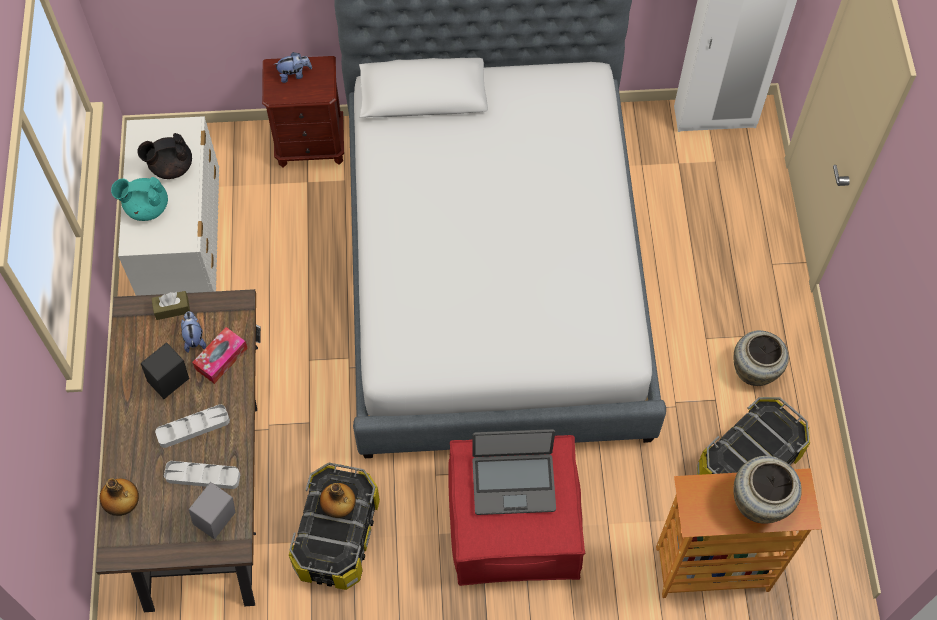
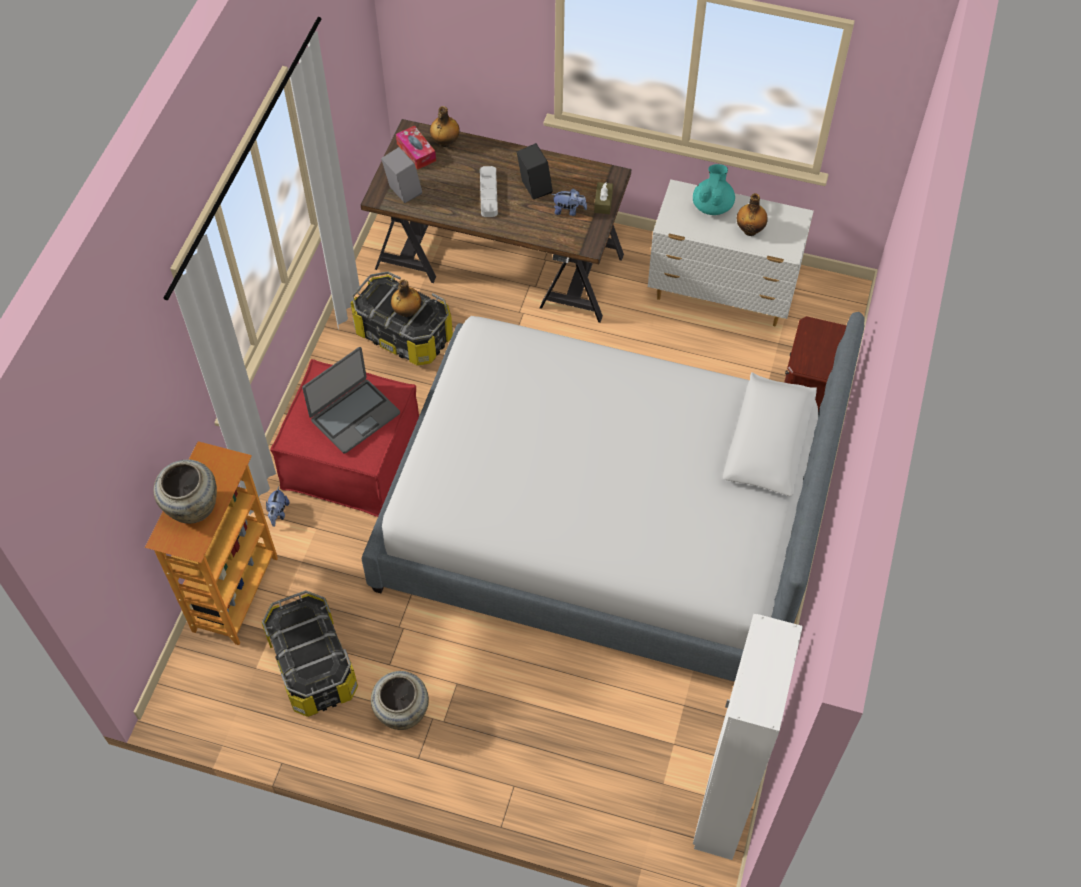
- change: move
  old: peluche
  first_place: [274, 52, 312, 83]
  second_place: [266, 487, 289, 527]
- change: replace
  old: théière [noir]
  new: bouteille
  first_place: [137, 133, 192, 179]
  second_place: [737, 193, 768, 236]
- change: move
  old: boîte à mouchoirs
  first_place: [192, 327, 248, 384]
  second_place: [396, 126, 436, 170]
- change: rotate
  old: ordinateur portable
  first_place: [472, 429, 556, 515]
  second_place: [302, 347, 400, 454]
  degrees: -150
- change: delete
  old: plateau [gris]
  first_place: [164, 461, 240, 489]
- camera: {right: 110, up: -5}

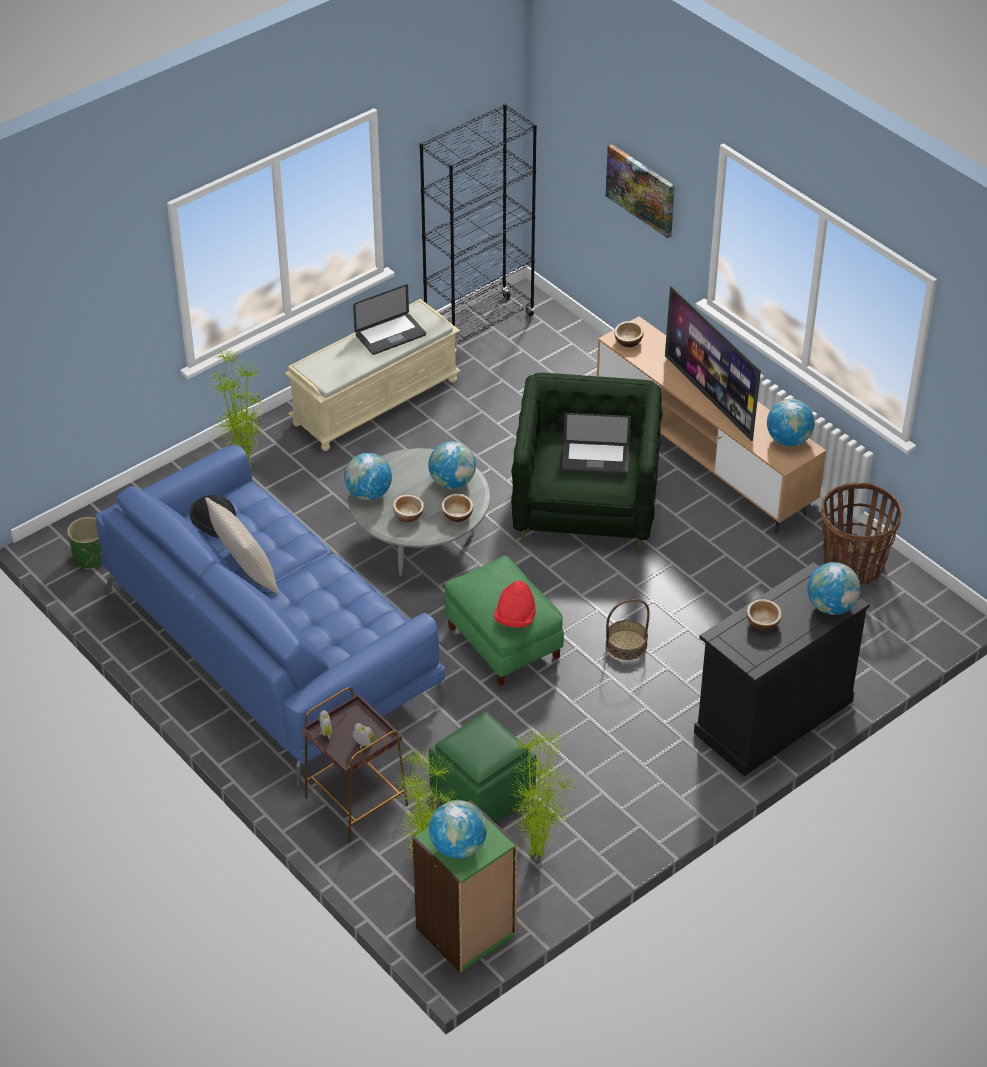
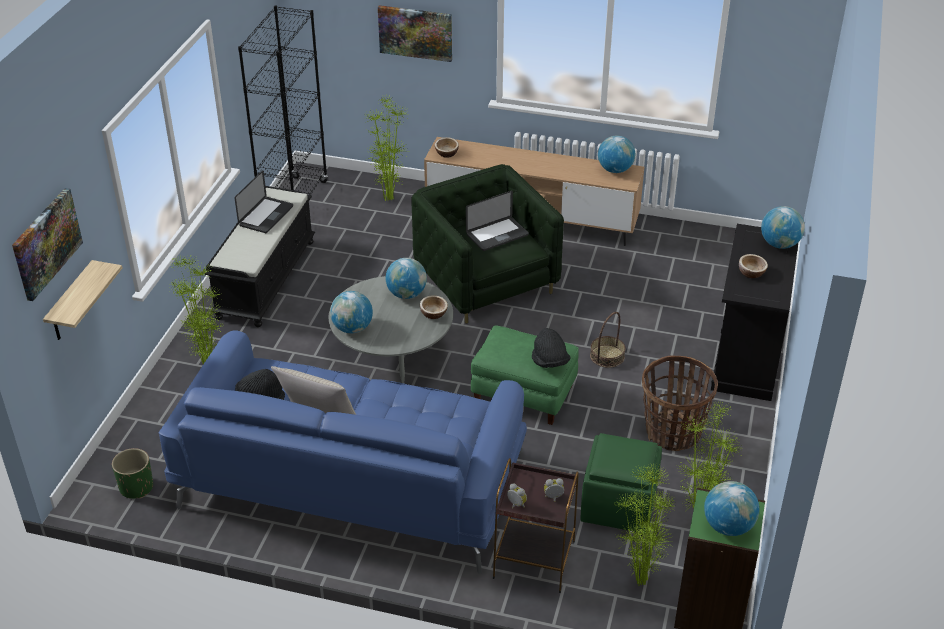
- change: delete
  old: téléviseur
  first_place: [665, 286, 761, 441]
- change: recolor
  old: banc [beige]
  new: banc [noir]
  first_place: [285, 299, 461, 451]
  second_place: [205, 186, 315, 327]
- change: move
  old: panier
  first_place: [821, 483, 902, 585]
  second_place: [642, 355, 718, 451]
- change: delete
  old: bol
  first_place: [393, 494, 424, 522]
- change: recolor
  old: chapeau [rouge]
  new: chapeau [noir]
  first_place: [494, 581, 536, 628]
  second_place: [532, 328, 571, 368]
- change: insert
  new: plante en pot
  second_place: [365, 95, 408, 201]
- change: insert
  new: tableau
  second_place: [12, 188, 83, 301]
- change: insert
  new: étagère
  second_place: [43, 260, 122, 340]
- camera: {right: -35, up: -5}

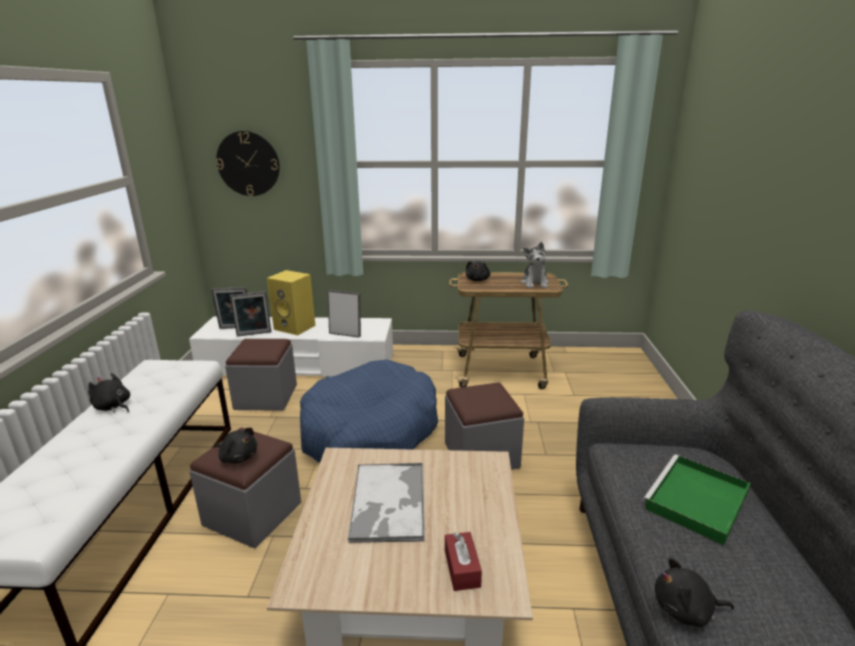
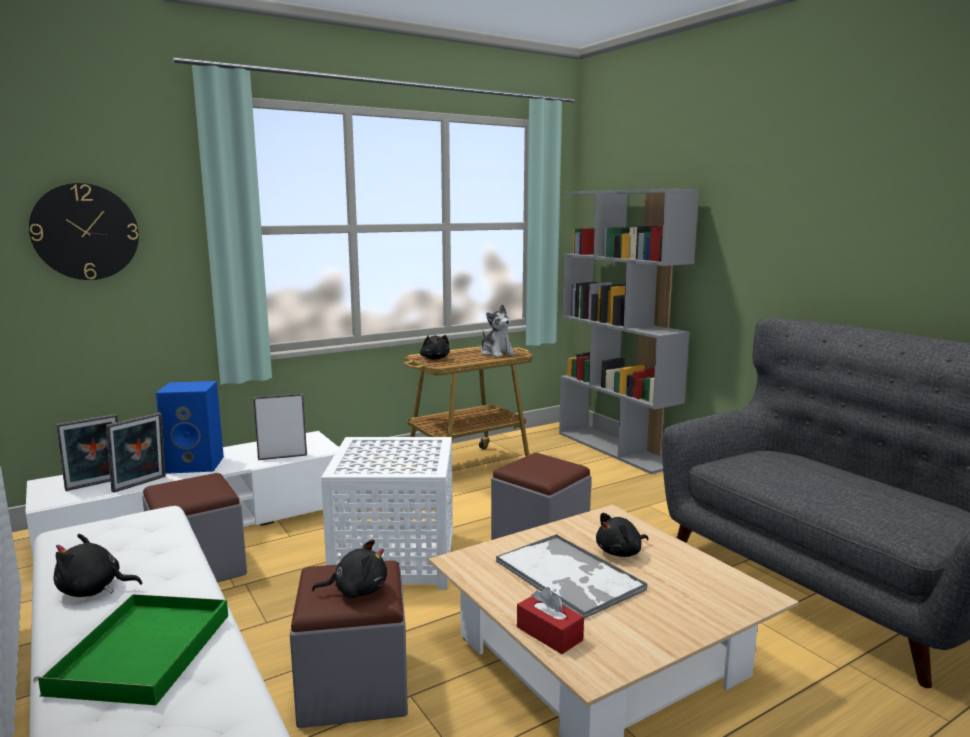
- change: recolor
  old: enceinte [jaune]
  new: enceinte [bleu]
  first_place: [267, 270, 315, 336]
  second_place: [156, 381, 224, 474]
- change: replace
  old: panier pour chien [bleu]
  new: table d'appoint [blanc]
  first_place: [300, 360, 438, 463]
  second_place: [321, 437, 453, 590]
- change: move
  old: plateau [vert]
  first_place: [643, 455, 751, 545]
  second_place: [33, 594, 228, 705]
- change: move
  old: boîte à mouchoirs [rouge]
  first_place: [445, 532, 482, 591]
  second_place: [517, 587, 584, 654]
- change: move
  old: peluche [noir]
  first_place: [655, 558, 734, 627]
  second_place: [596, 513, 649, 557]
- change: insert
  new: bibliothèque [gris]
  second_place: [559, 189, 699, 474]
- camera: {right: -35, up: -10}

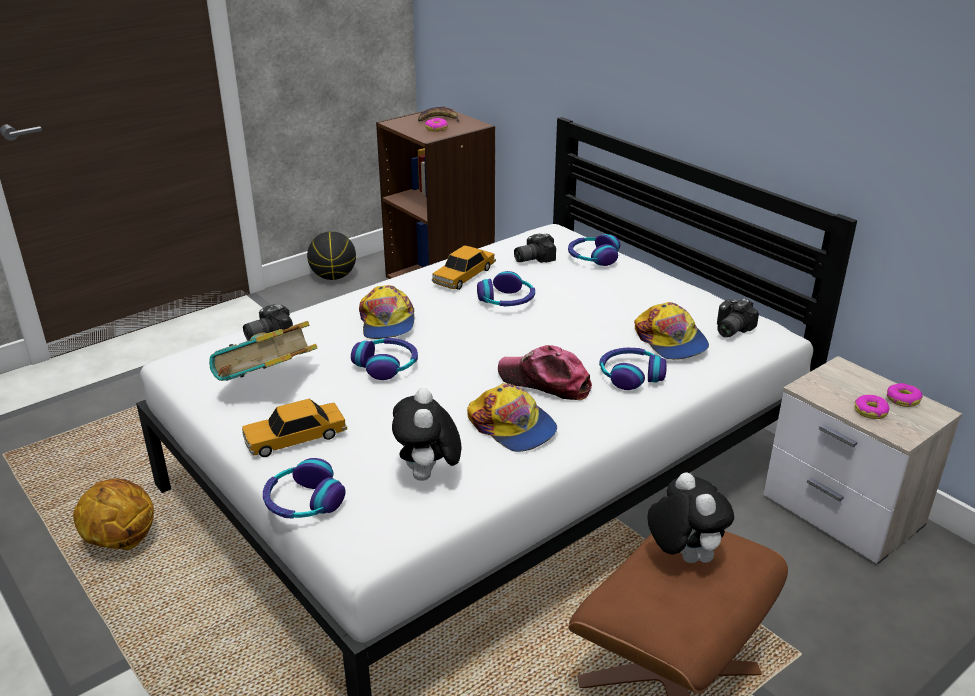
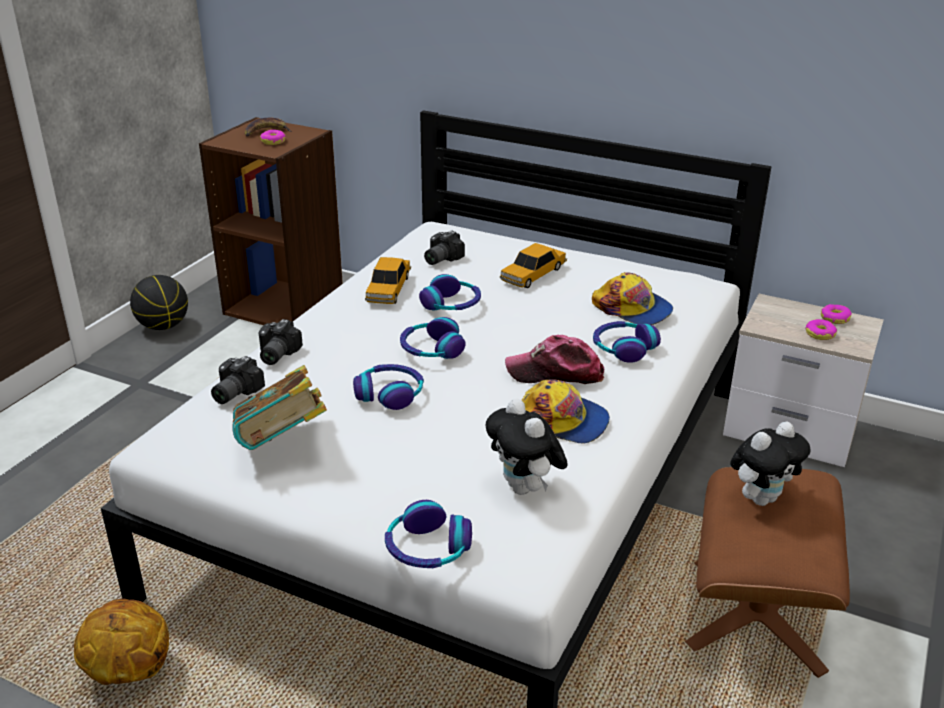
- change: move
  old: casque audio
  first_place: [568, 234, 620, 266]
  second_place: [400, 317, 466, 359]
- change: delete
  old: casquette
  first_place: [359, 285, 414, 339]
- change: move
  old: appareil photo
  first_place: [717, 298, 759, 338]
  second_place: [259, 319, 303, 365]
- change: move
  old: petite voiture
  first_place: [242, 399, 347, 457]
  second_place: [500, 243, 567, 288]
- change: rotate
  old: peluche
  first_place: [647, 472, 734, 563]
  second_place: [730, 422, 810, 506]
  degrees: 105
- camera: {right: -25, up: 0}

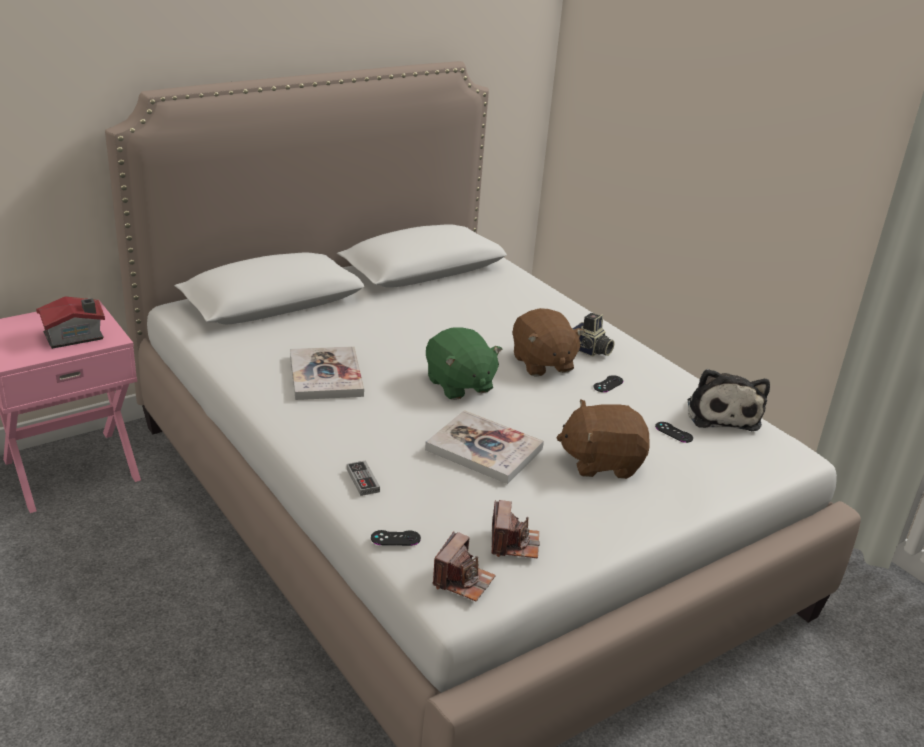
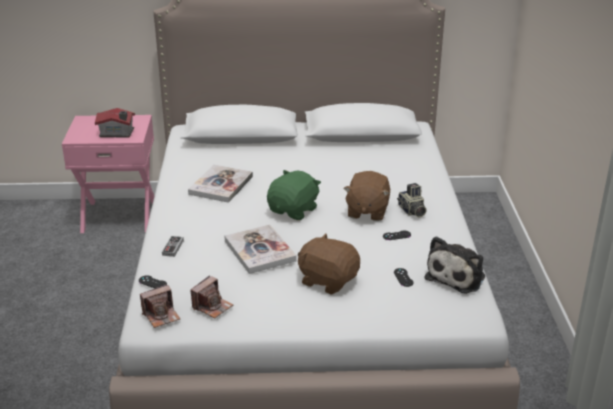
- change: rotate
  old: peluche [vert]
  first_place: [426, 327, 502, 400]
  second_place: [267, 170, 321, 220]
  degrees: -150
- camera: {right: 35, up: 0}

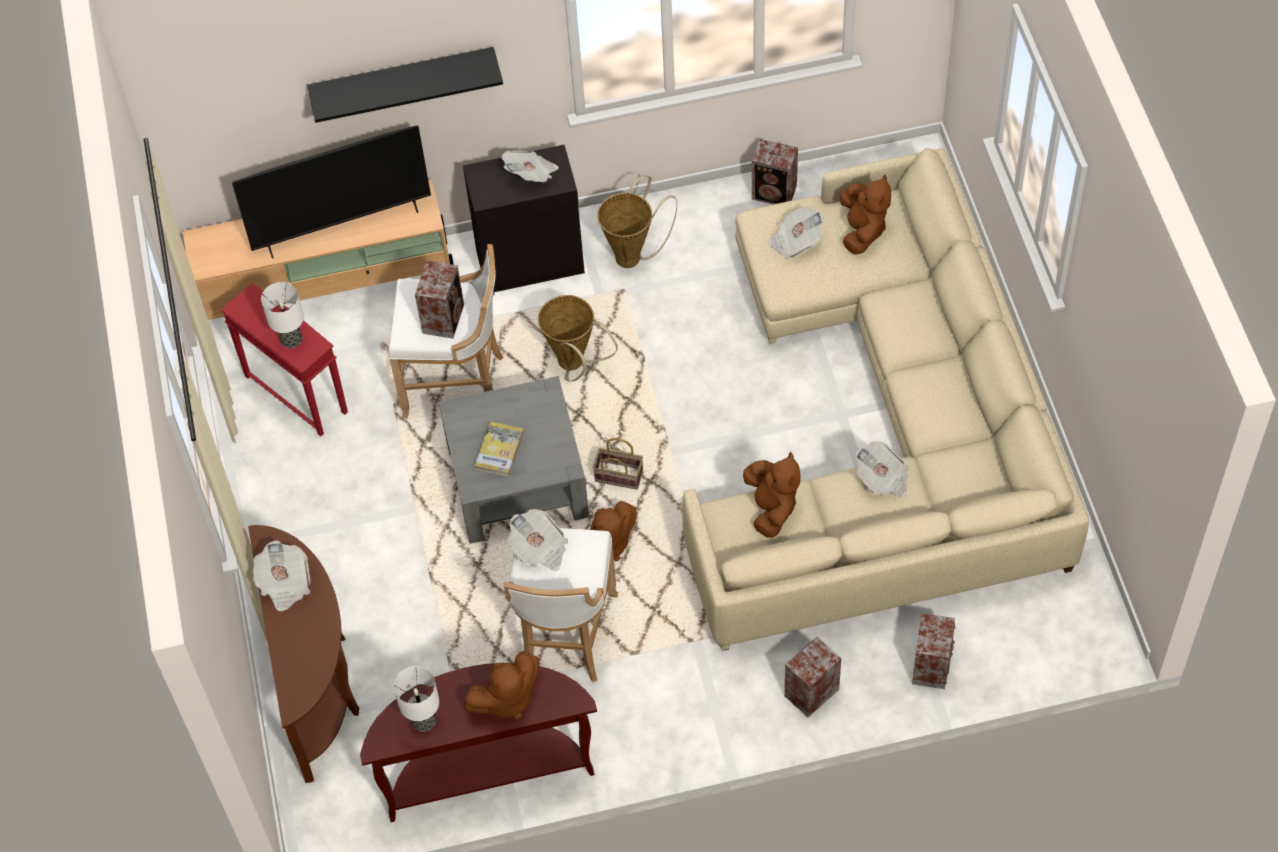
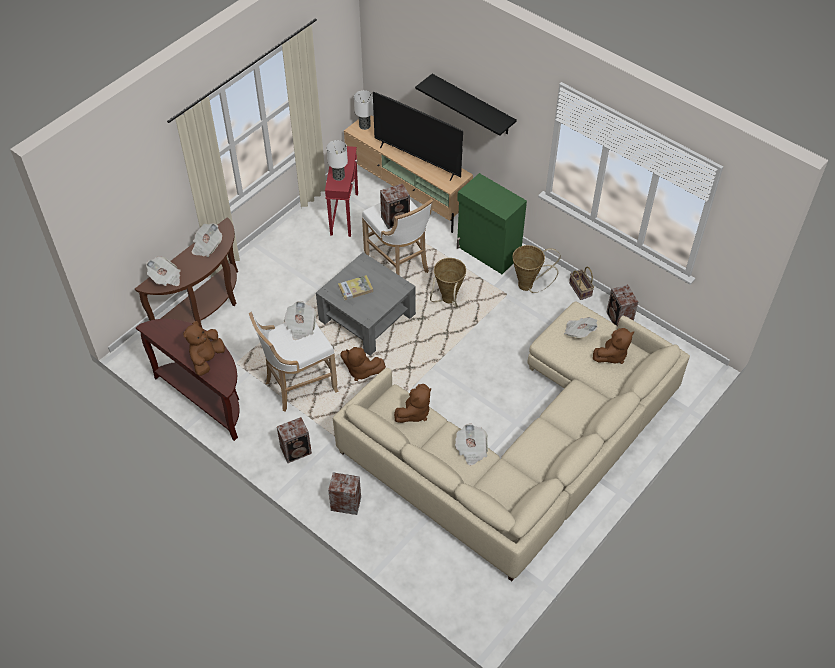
- change: recolor
  old: meuble de rangement [noir]
  new: meuble de rangement [vert]
  first_place: [463, 145, 585, 295]
  second_place: [457, 173, 527, 274]
- change: move
  old: journal
  first_place: [502, 151, 559, 183]
  second_place: [146, 257, 181, 286]
- change: move
  old: panier
  first_place: [593, 438, 643, 490]
  second_place: [569, 267, 594, 300]
- change: move
  old: enceinte
  first_place: [912, 613, 955, 689]
  second_place: [277, 417, 312, 463]
- change: rotate
  old: peluche [marron]
  first_place: [464, 651, 540, 719]
  second_place: [183, 321, 225, 376]
  degrees: 90
- change: move
  old: lampe de table
  first_place: [394, 666, 439, 732]
  second_place: [354, 90, 373, 130]
- camera: {right: 50, up: -5}

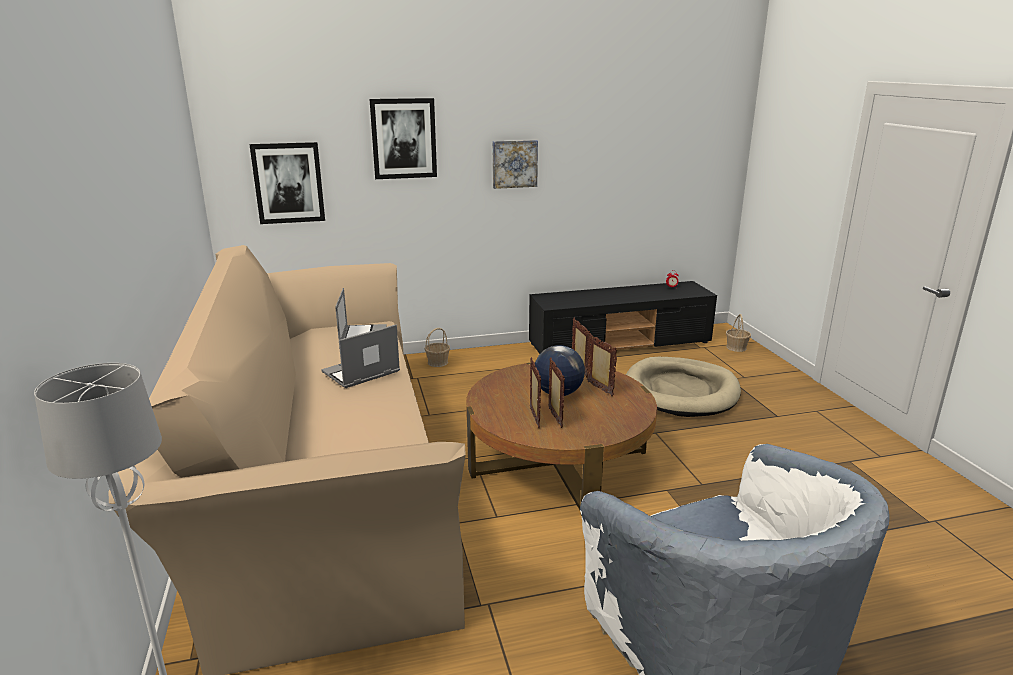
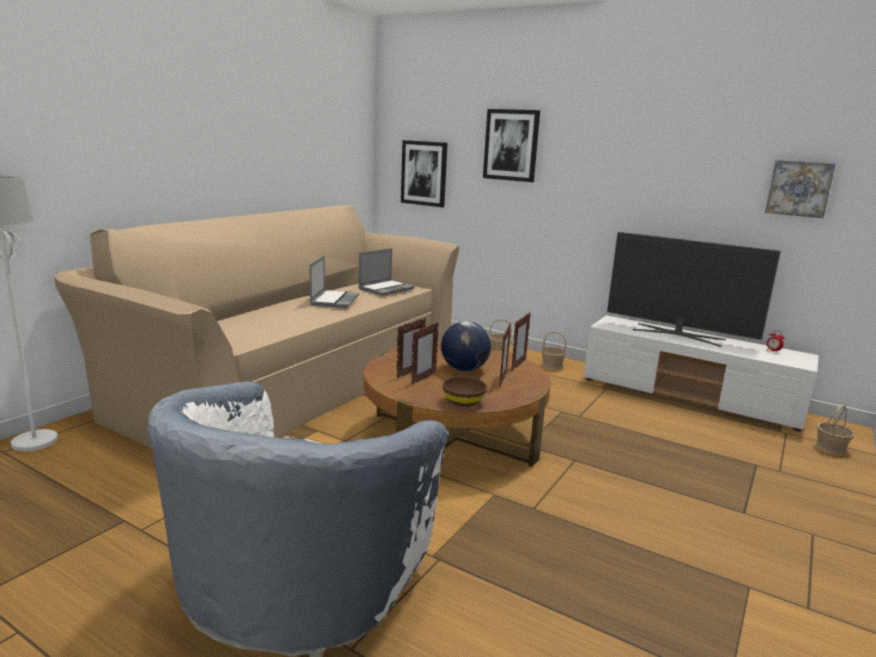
- change: move
  old: tableau
  first_place: [493, 140, 538, 189]
  second_place: [765, 160, 836, 218]
- change: recolor
  old: meuble télé [noir]
  new: meuble télé [blanc]
  first_place: [529, 281, 717, 354]
  second_place: [584, 315, 819, 431]
- change: rotate
  old: ordinateur portable
  first_place: [321, 324, 400, 388]
  second_place: [309, 255, 359, 308]
  degrees: 90
- change: delete
  old: panier pour chien [beige]
  first_place: [626, 357, 741, 417]
- change: insert
  new: téléviseur
  second_place: [607, 232, 781, 347]
- change: insert
  new: panier
  second_place: [541, 331, 567, 370]
- change: insert
  new: bol [marron]
  second_place: [442, 377, 487, 407]
- camera: {right: 45, up: -5}

